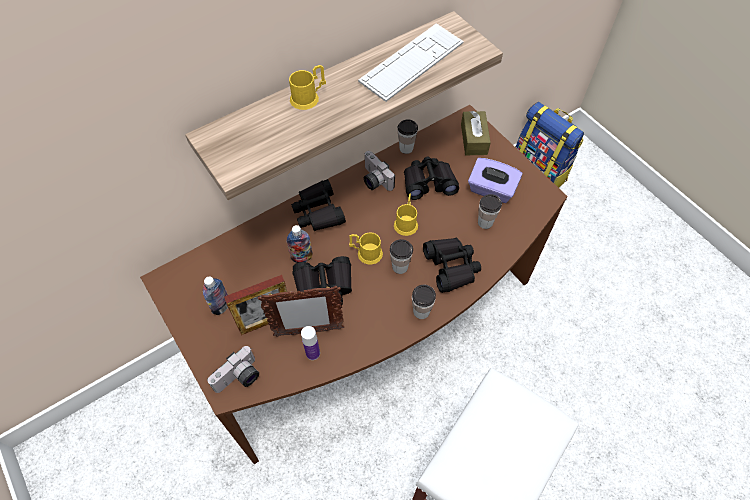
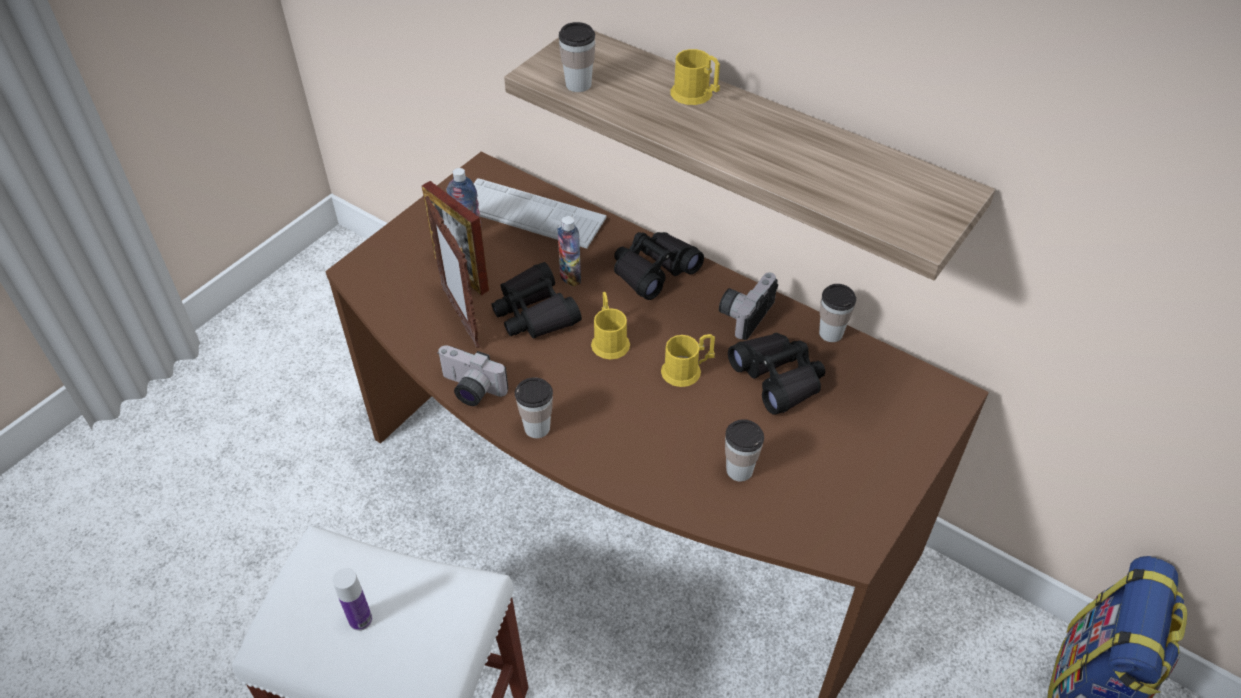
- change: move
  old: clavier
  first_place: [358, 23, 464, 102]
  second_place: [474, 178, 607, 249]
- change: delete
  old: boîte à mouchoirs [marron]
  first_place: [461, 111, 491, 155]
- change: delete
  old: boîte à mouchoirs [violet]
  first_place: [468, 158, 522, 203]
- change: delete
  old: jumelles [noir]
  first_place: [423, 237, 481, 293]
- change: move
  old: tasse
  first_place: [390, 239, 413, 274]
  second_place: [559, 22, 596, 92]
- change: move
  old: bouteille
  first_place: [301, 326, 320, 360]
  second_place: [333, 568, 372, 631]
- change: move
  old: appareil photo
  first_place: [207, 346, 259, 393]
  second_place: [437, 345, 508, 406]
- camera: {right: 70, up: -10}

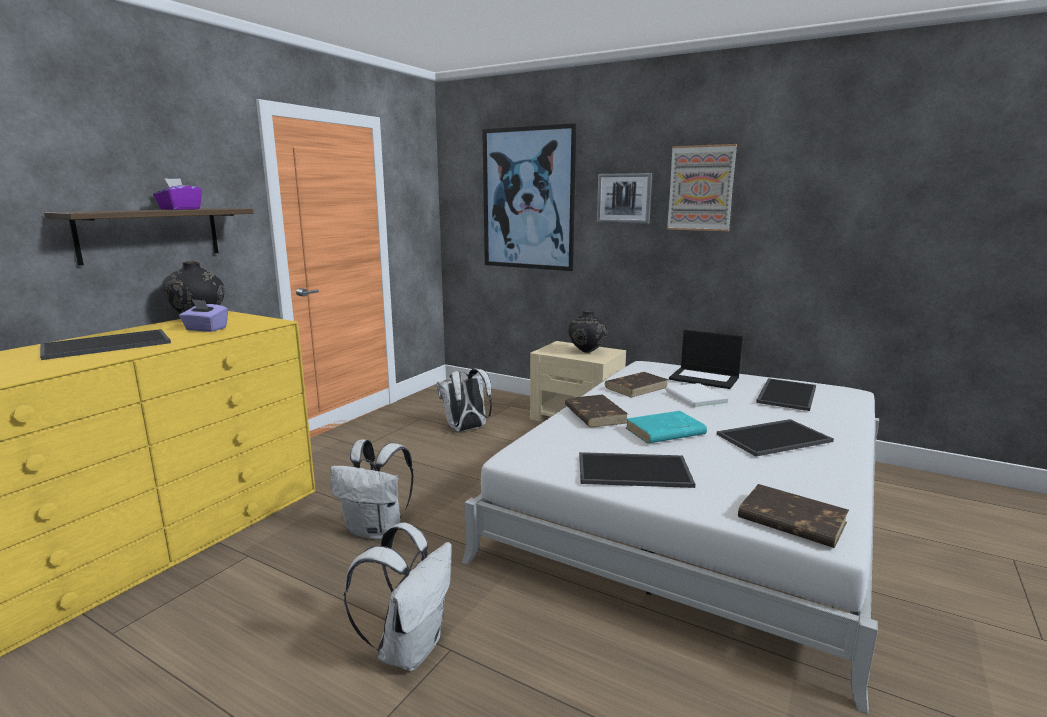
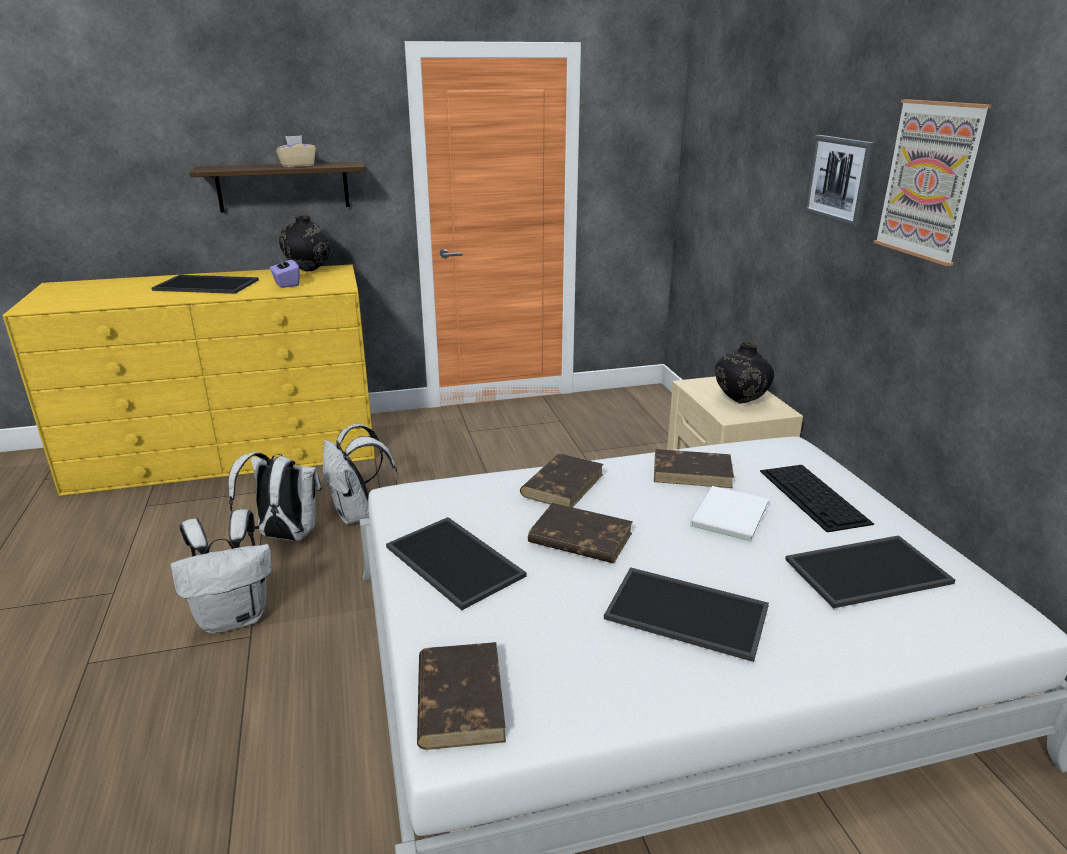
- change: delete
  old: tableau
  first_place: [482, 123, 576, 271]
- change: recolor
  old: boîte à mouchoirs [violet]
  new: boîte à mouchoirs [beige]
  first_place: [153, 178, 202, 210]
  second_place: [276, 135, 316, 167]
- change: replace
  old: ordinateur portable
  new: clavier
  first_place: [669, 329, 743, 389]
  second_place: [760, 465, 874, 532]
- change: move
  old: sac à dos [blanc]
  first_place: [437, 369, 492, 432]
  second_place: [229, 452, 322, 541]
- change: recolor
  old: livre [turquoise]
  new: livre [marron]
  first_place: [626, 411, 707, 444]
  second_place: [528, 503, 633, 563]
- camera: {right: 45, up: 10}

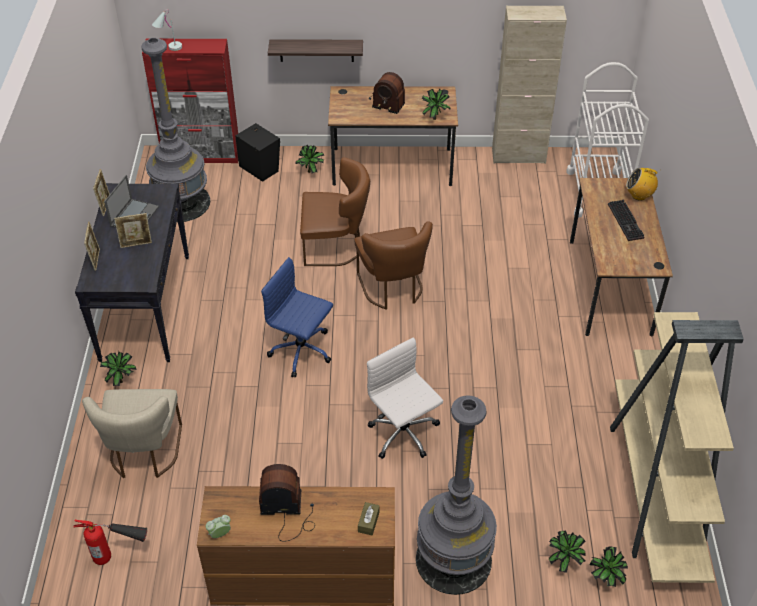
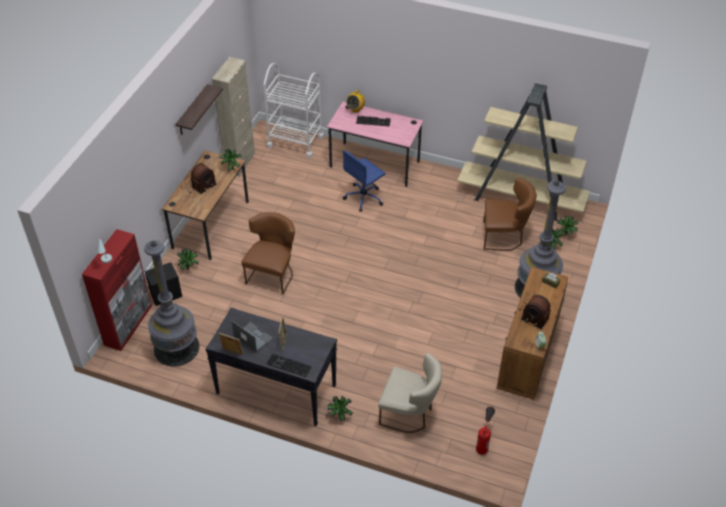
- change: move
  old: étagère
  first_place: [268, 39, 363, 62]
  second_place: [175, 84, 223, 135]
- change: recolor
  old: bureau [marron]
  new: bureau [rose]
  first_place: [570, 178, 673, 336]
  second_place: [327, 102, 424, 187]
- change: replace
  old: cadre photo
  new: clavier
  first_place: [84, 222, 100, 271]
  second_place: [266, 353, 311, 377]
- change: move
  old: chaise [marron]
  first_place: [354, 222, 433, 310]
  second_place: [483, 178, 537, 251]
- change: move
  old: chaise de bureau [bleu]
  first_place: [261, 257, 333, 378]
  second_place: [343, 150, 386, 212]
- change: delete
  old: chaise de bureau [blanc]
  first_place: [367, 337, 443, 459]
- change: rotate
  old: radio
  first_place: [259, 464, 315, 542]
  second_place: [519, 295, 551, 329]
  degrees: -75
- camera: {right: -70, up: 0}

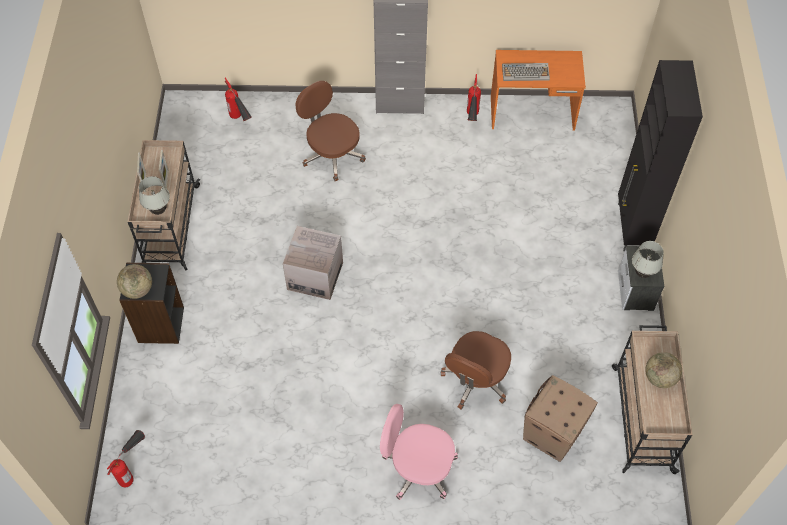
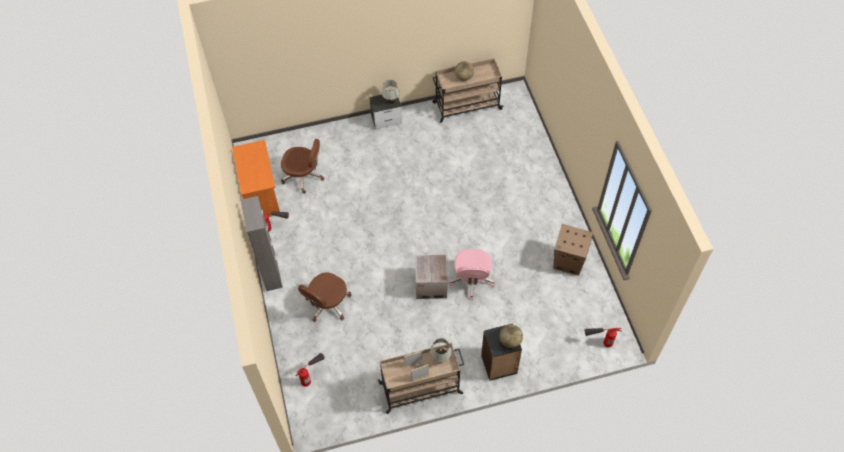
- change: delete
  old: meuble de rangement [noir]
  first_place: [618, 60, 703, 251]
- change: delete
  old: clavier
  first_place: [502, 63, 550, 81]
- change: move
  old: chaise de bureau [marron]
  first_place: [441, 331, 511, 409]
  second_place: [281, 139, 325, 194]
- change: move
  old: carton
  first_place: [523, 375, 598, 462]
  second_place: [553, 224, 593, 275]
- change: move
  old: chaise de bureau [rose]
  first_place: [380, 404, 458, 500]
  second_place: [449, 249, 495, 300]
- camera: {right: -105, up: 0}

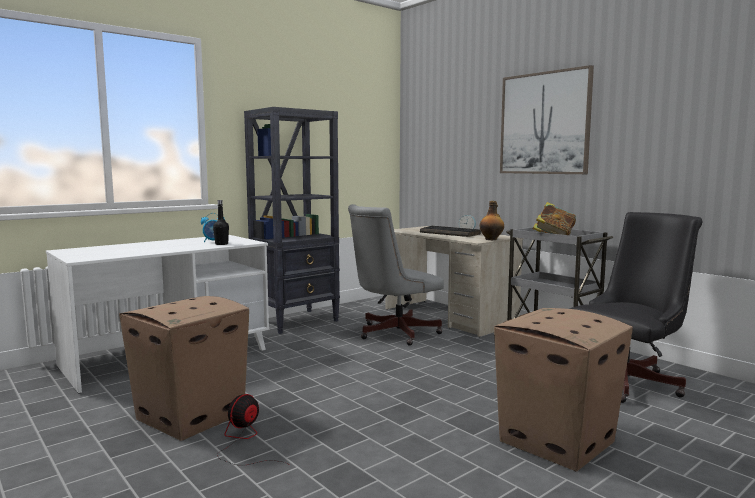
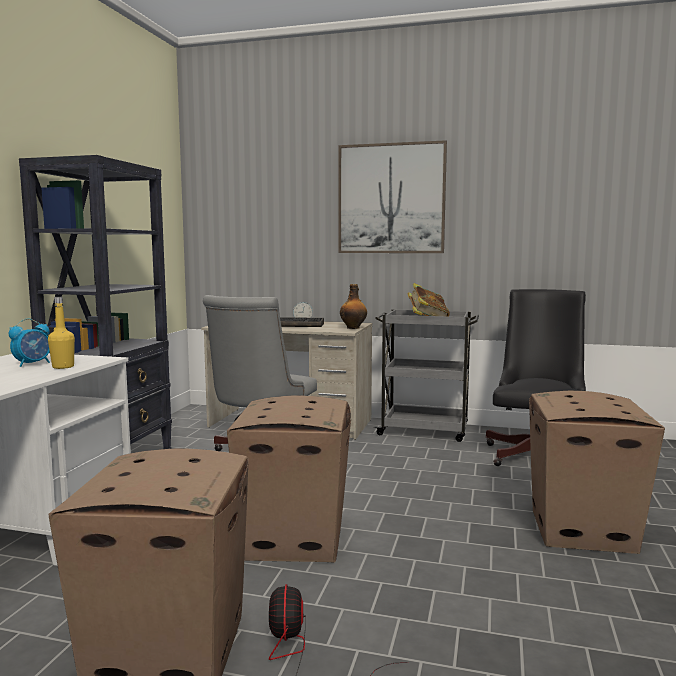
- change: recolor
  old: bouteille [noir]
  new: bouteille [jaune]
  first_place: [213, 200, 229, 245]
  second_place: [48, 297, 75, 369]
- change: insert
  new: carton
  second_place: [227, 395, 351, 563]
- camera: {right: -35, up: 0}

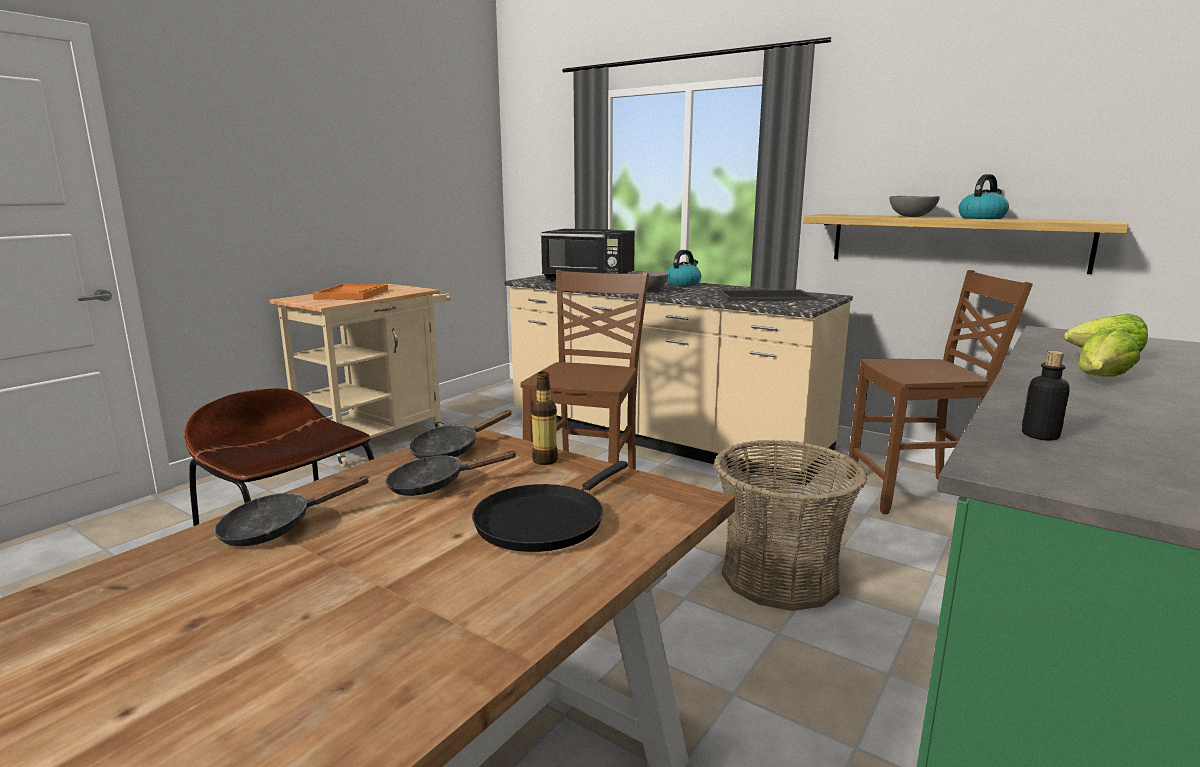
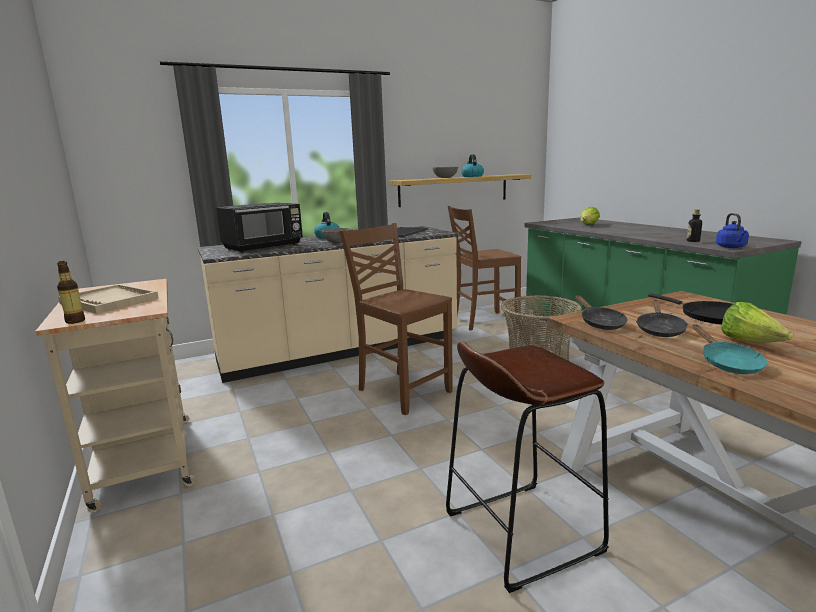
- change: rotate
  old: chaise [marron]
  first_place: [846, 270, 1033, 514]
  second_place: [448, 206, 521, 331]
  degrees: -135
- change: recolor
  old: plateau [orange]
  new: plateau [beige]
  first_place: [313, 284, 388, 300]
  second_place: [58, 284, 159, 314]
- change: move
  old: laitue
  first_place: [1078, 328, 1140, 377]
  second_place: [721, 302, 793, 343]
- change: move
  old: bouteille
  first_place: [531, 372, 558, 465]
  second_place: [57, 261, 85, 324]
- change: recolor
  old: poêle [noir]
  new: poêle [turquoise]
  first_place: [214, 476, 370, 546]
  second_place: [692, 324, 767, 374]
- change: insert
  new: bouilloire [bleu]
  second_place: [716, 213, 749, 248]
- camera: {right: -60, up: 0}

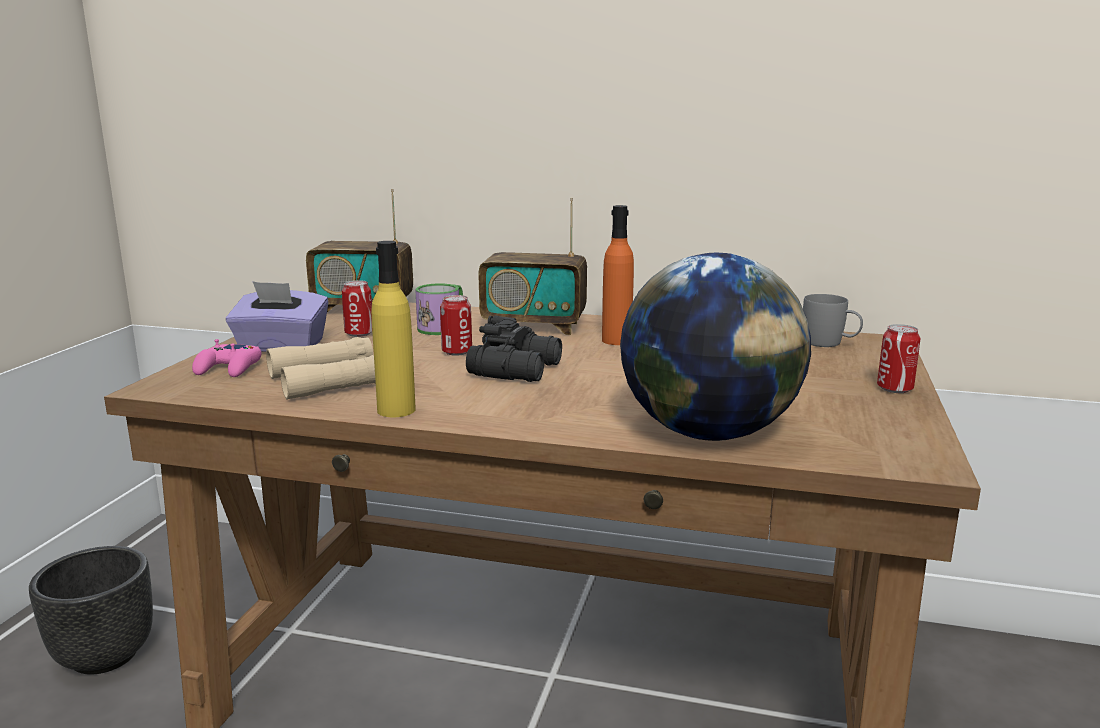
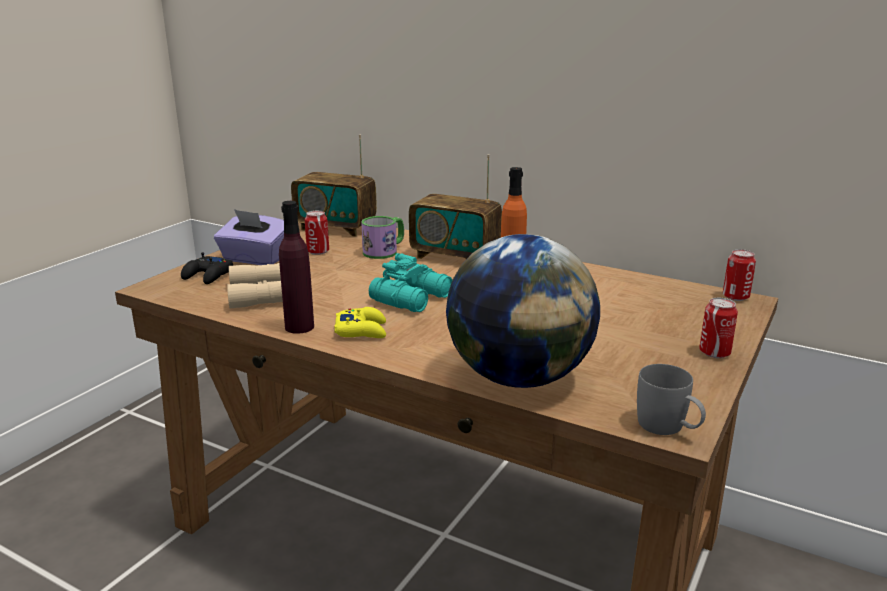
- change: recolor
  old: bouteille [jaune]
  new: bouteille [violet]
  first_place: [371, 241, 416, 417]
  second_place: [279, 201, 314, 334]
- change: move
  old: mug [gris]
  first_place: [803, 294, 863, 347]
  second_place: [637, 364, 706, 435]
- change: move
  old: boîte métallique
  first_place: [440, 295, 472, 356]
  second_place: [723, 249, 756, 301]
- change: recolor
  old: jumelles [noir]
  new: jumelles [turquoise]
  first_place: [466, 316, 562, 382]
  second_place: [369, 253, 452, 312]
- change: recolor
  old: manette [rose]
  new: manette [noir]
  first_place: [192, 339, 261, 377]
  second_place: [181, 253, 233, 284]
- change: delete
  old: cache-pot [noir]
  first_place: [29, 546, 153, 675]
- change: insert
  new: manette [jaune]
  second_place: [335, 307, 386, 338]
- camera: {right: 15, up: 5}

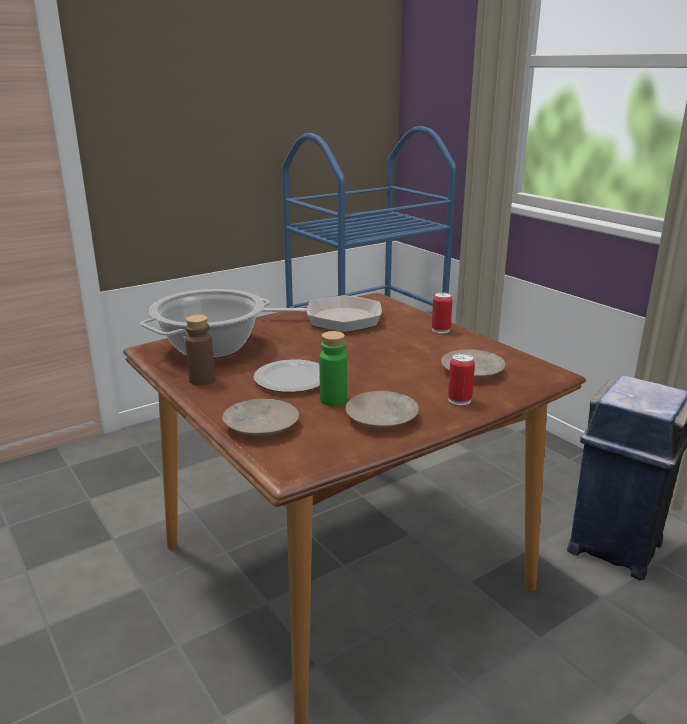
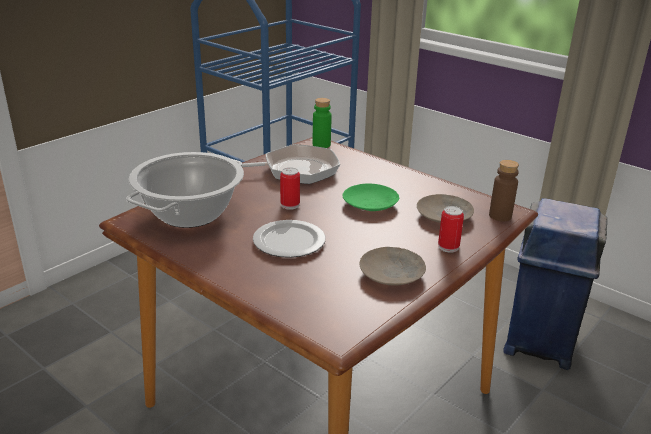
- change: move
  old: boîte métallique
  first_place: [432, 292, 453, 333]
  second_place: [280, 167, 300, 210]
- change: move
  old: bouteille [marron]
  first_place: [185, 315, 215, 385]
  second_place: [489, 160, 519, 221]
- change: move
  old: bouteille [vert]
  first_place: [319, 331, 347, 406]
  second_place: [313, 98, 332, 148]
- change: delete
  old: assiette [beige]
  first_place: [222, 399, 299, 436]
- change: insert
  new: assiette [vert]
  second_place: [342, 184, 399, 211]
- camera: {right: -15, up: 5}

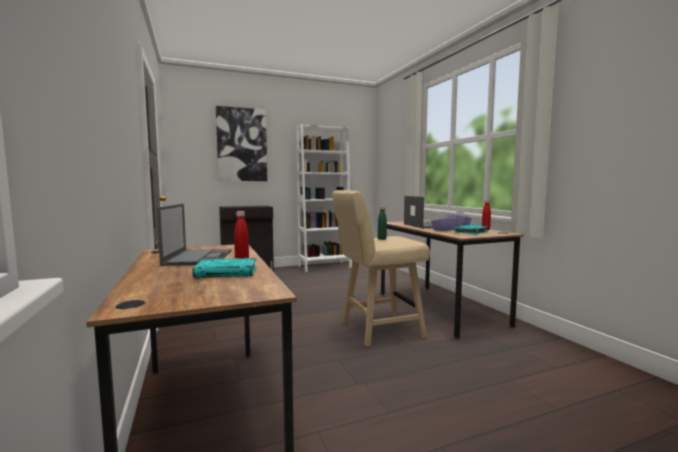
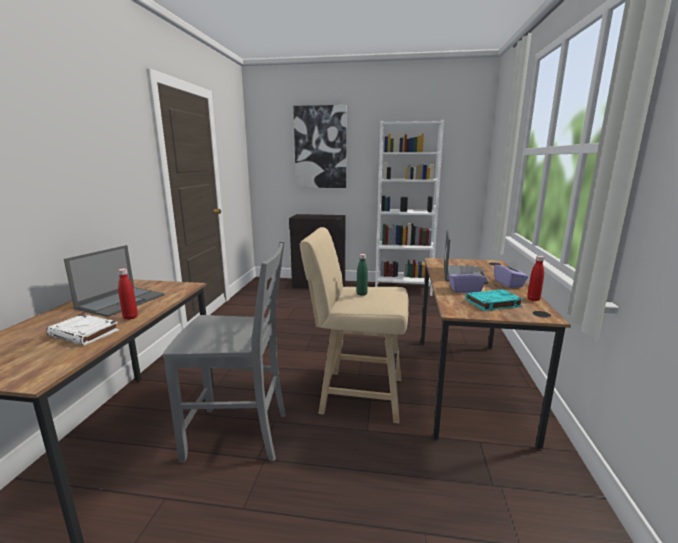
- change: recolor
  old: livre [turquoise]
  new: livre [blanc]
  first_place: [192, 258, 257, 278]
  second_place: [46, 314, 119, 345]
- change: insert
  new: chaise [gris]
  second_place: [163, 241, 286, 463]
- camera: {right: 30, up: 10}

